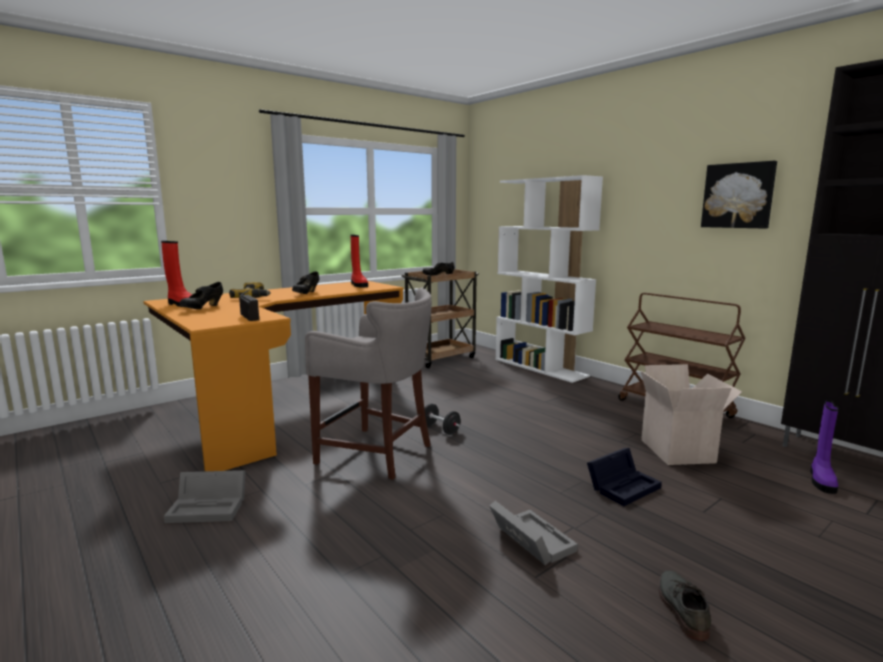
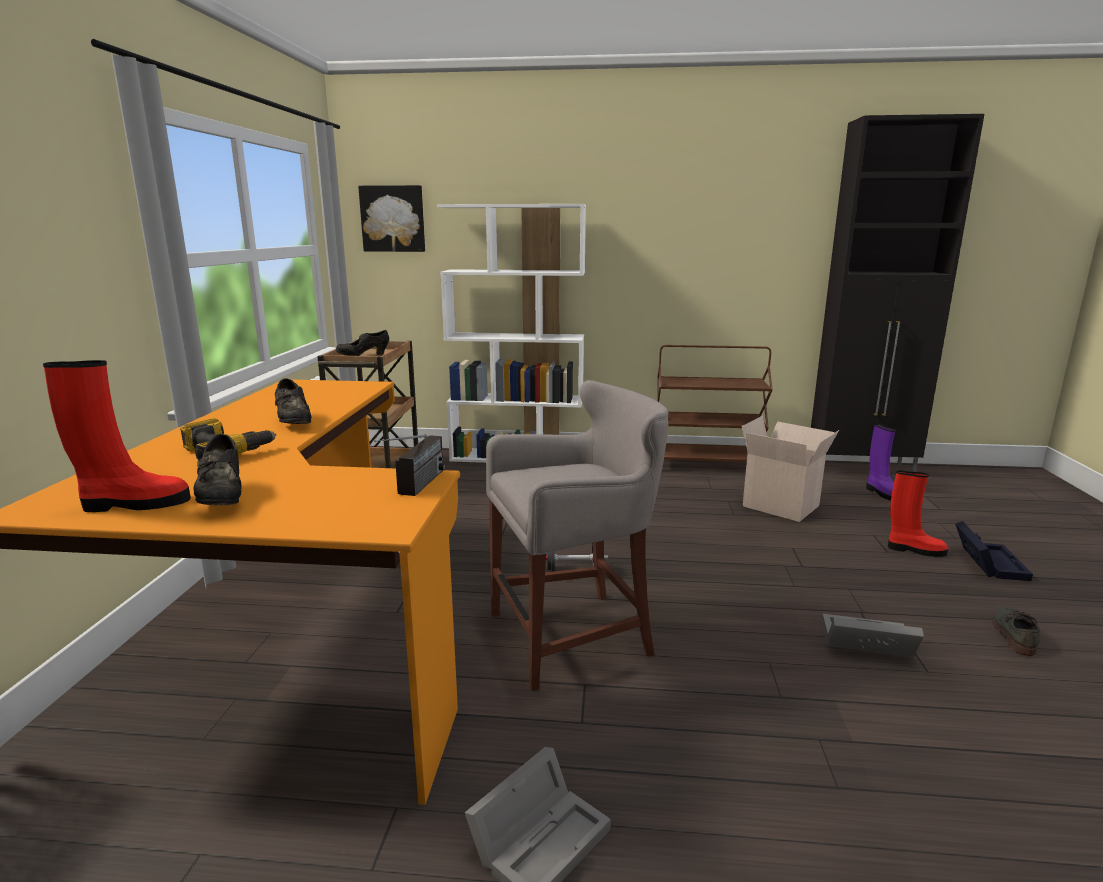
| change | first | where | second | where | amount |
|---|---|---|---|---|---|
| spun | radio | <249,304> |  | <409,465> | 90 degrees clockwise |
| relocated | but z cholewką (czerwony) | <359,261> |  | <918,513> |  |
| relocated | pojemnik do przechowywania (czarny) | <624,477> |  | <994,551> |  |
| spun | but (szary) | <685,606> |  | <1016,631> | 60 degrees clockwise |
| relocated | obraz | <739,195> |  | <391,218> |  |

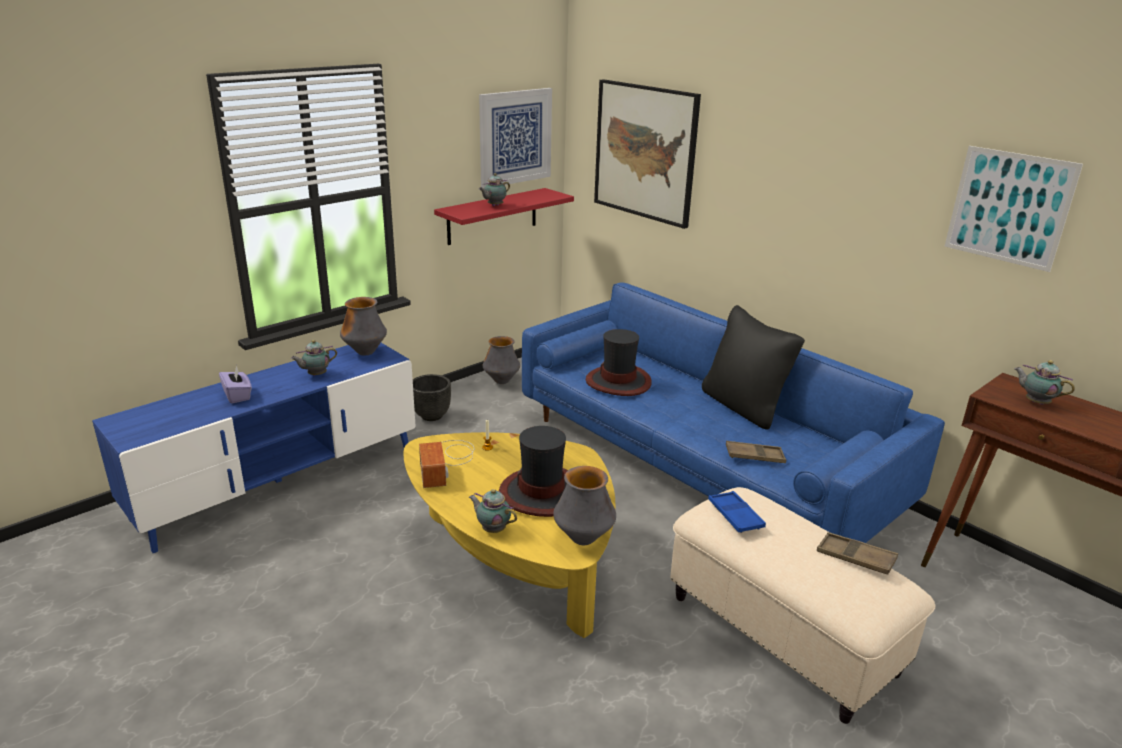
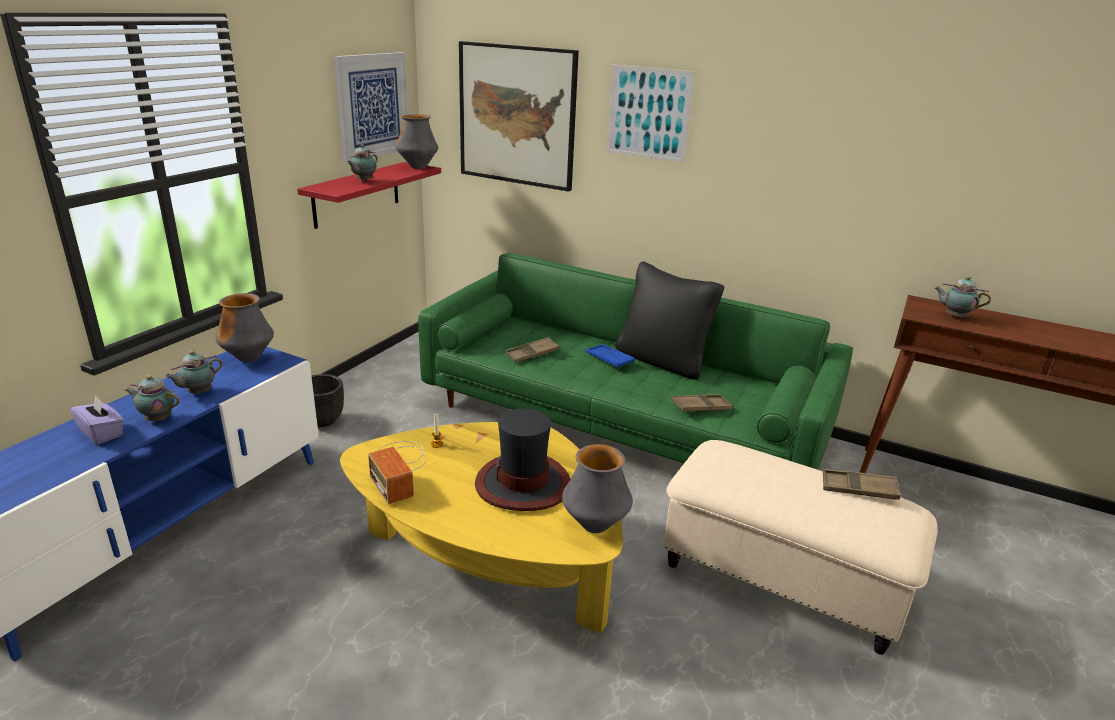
| change | first | where | second | where | amount |
|---|---|---|---|---|---|
| relocated | imbryk | <493,511> |  | <152,398> |  |
| relocated | wazon | <501,360> |  | <417,141> |  |
| colour | kanapa (niebieski) | <733,412> | kanapa (zielony) | <635,361> |  |
| exchanged | kapelusz | <619,362> | taca (brązowy) | <532,350> |  |
| relocated | taca (niebieski) | <737,512> |  | <610,356> |  |
| relocated | obraz | <1014,209> |  | <651,114> |  |

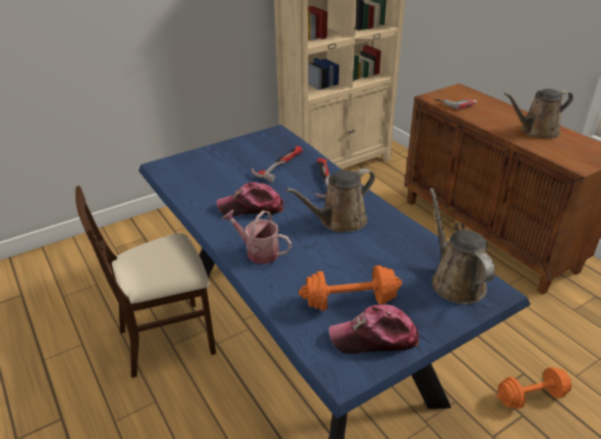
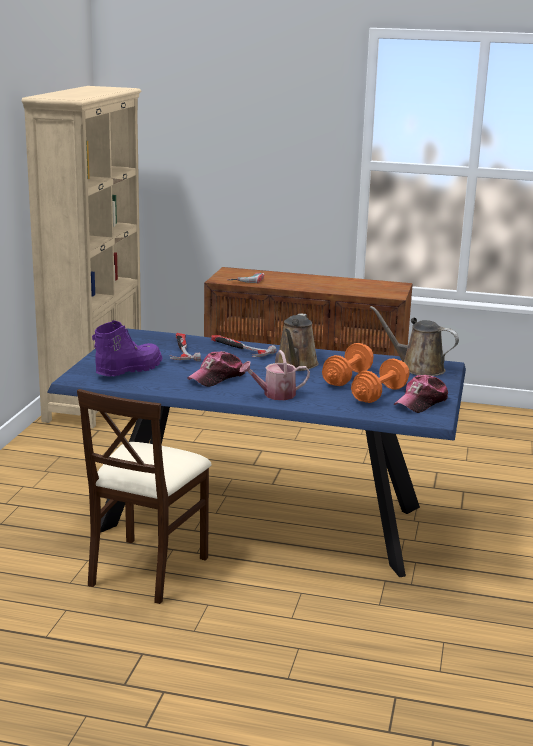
| change | first | where | second | where | amount |
|---|---|---|---|---|---|
| relocated | hantel (pomarańczowy) | <534,388> |  | <348,364> |  |
| missing | konewka (brązowy) | <538,113> |  |  |  |
| appeared |  |  | but z cholewką (fioletowy) | <127,348> |  |

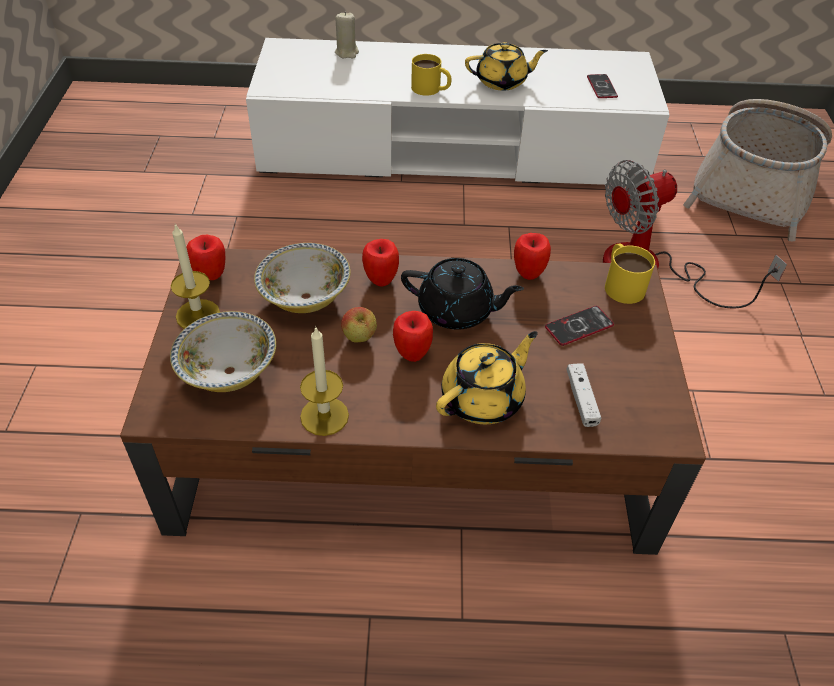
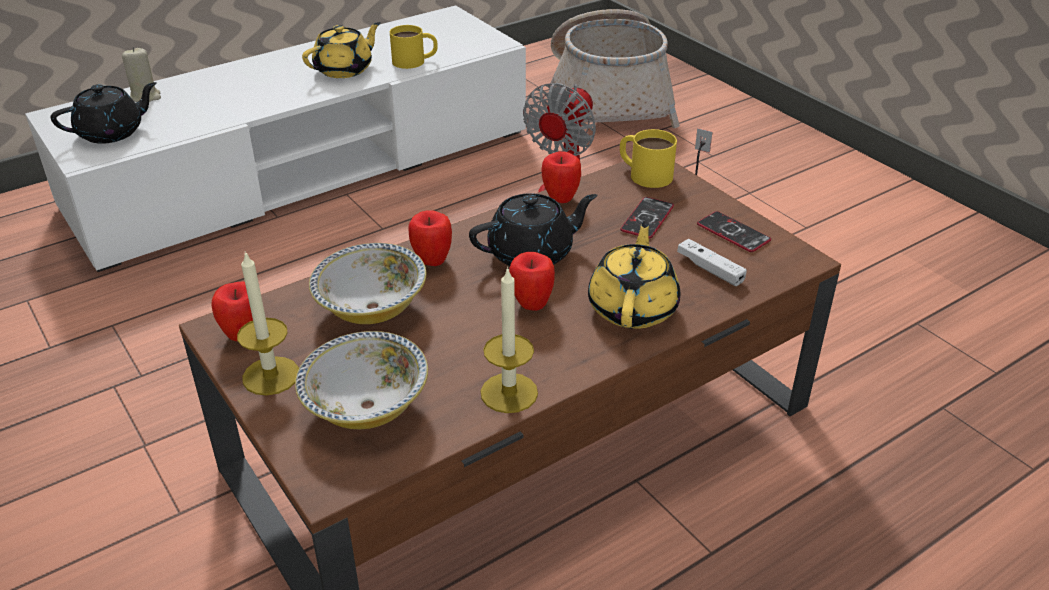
| change | first | where | second | where | amount |
|---|---|---|---|---|---|
| missing | jabłko | <359,325> |  |  |  |
| relocated | kubek (żółty) | <431,75> |  | <414,47> |  |
| relocated | telefon | <602,86> |  | <734,231> |  |
| appeared |  |  | imbryk (czarny) | <104,113> |  |

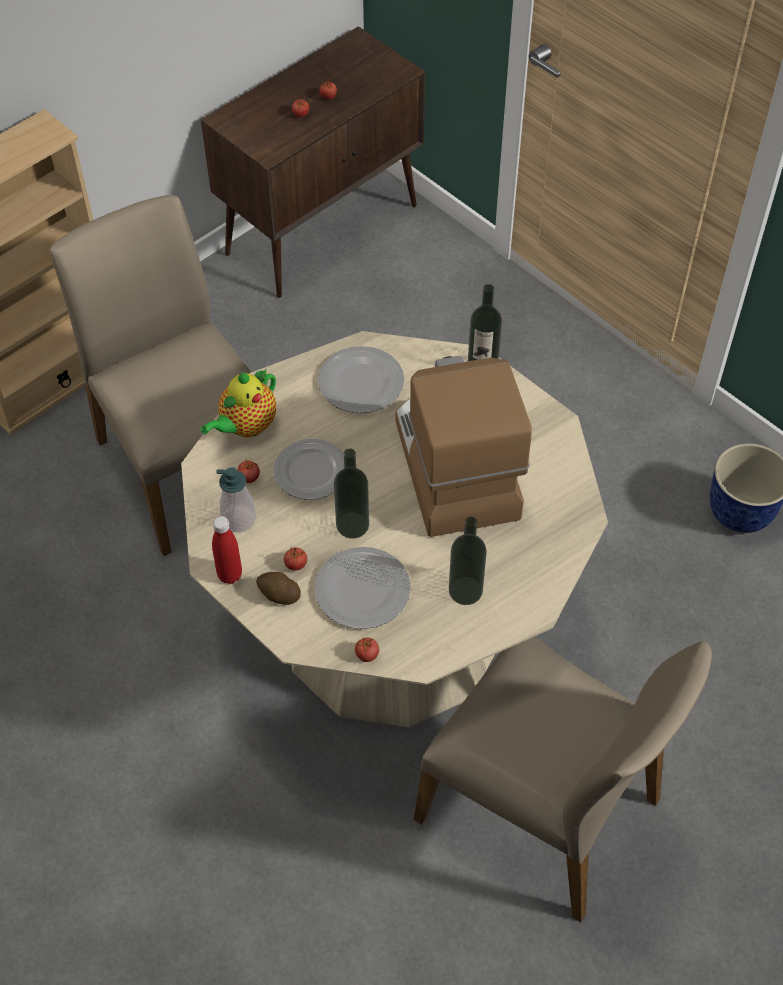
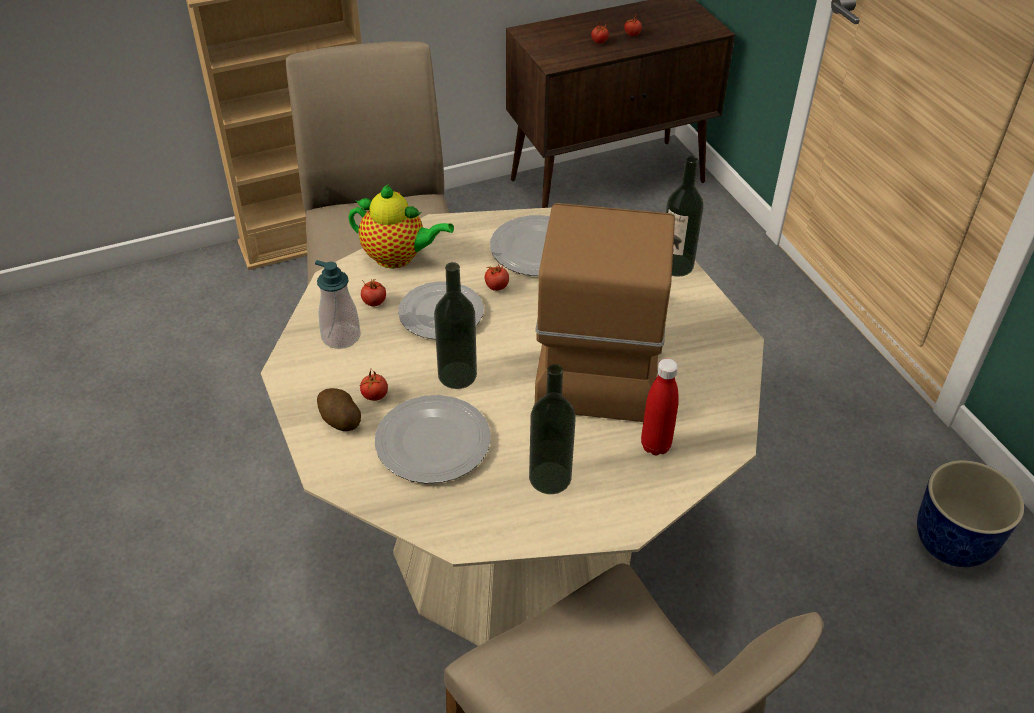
| change | first | where | second | where | amount |
|---|---|---|---|---|---|
| spun | imbryk | <238,403> |  | <401,226> | 135 degrees counterclockwise |
| relocated | butelka (czerwony) | <227,550> |  | <660,406> |  |
| relocated | pomidor | <367,650> |  | <497,277> |  |

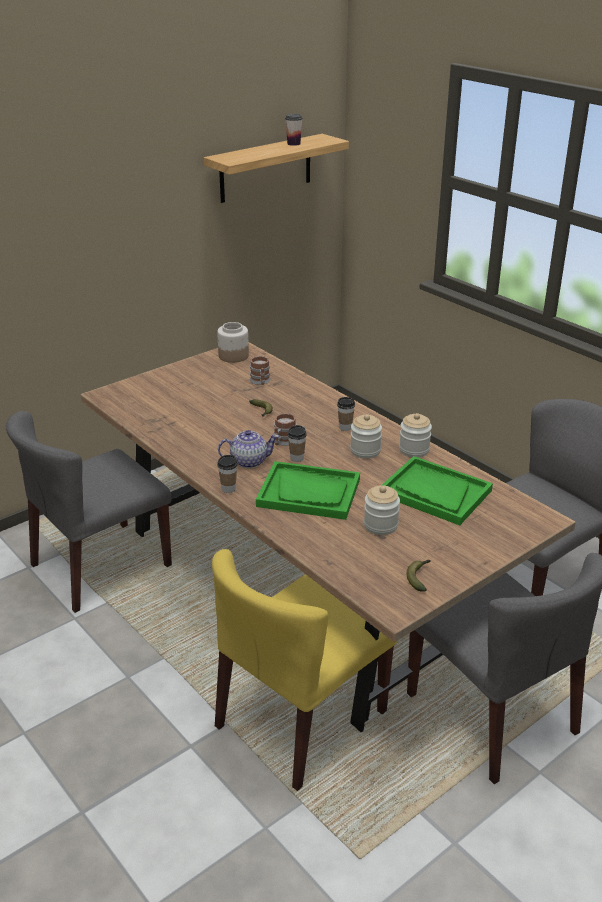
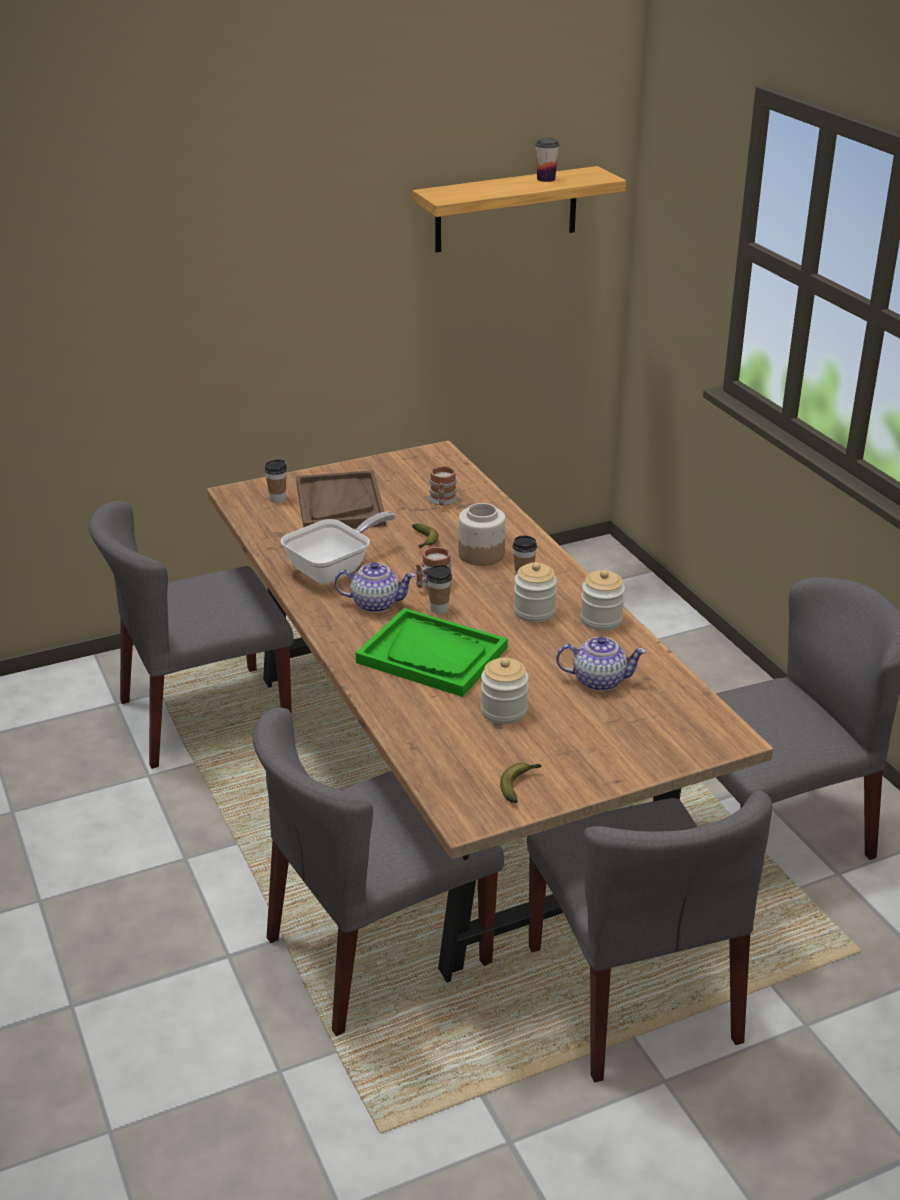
| change | first | where | second | where | amount |
|---|---|---|---|---|---|
| colour | krzesło (żółty) | <305,670> | krzesło (szary) | <378,871> |  |
| relocated | słoik | <233,342> |  | <482,534> |  |
| relocated | filiżanka | <227,474> |  | <275,481> |  |
| exchanged | taca (zielony) | <437,490> | imbryk | <601,663> |  |
| appeared |  |  | patelnia | <338,547> |  |
| appeared |  |  | taca (brązowy) | <341,499> |  |

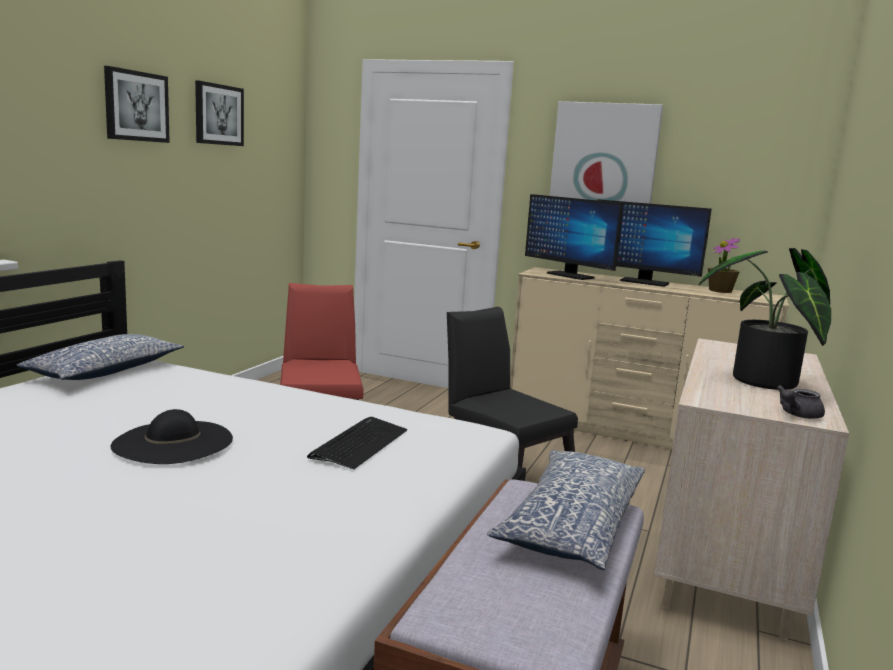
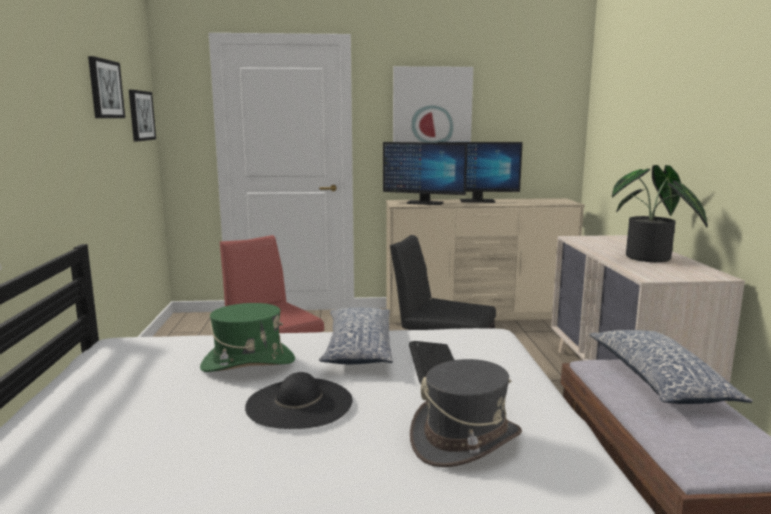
| change | first | where | second | where | amount |
|---|---|---|---|---|---|
| relocated | poduszka | <100,357> |  | <356,335> |  |
| relocated | obraz | <137,104> |  | <142,115> |  |
| missing | roślina doniczkowa | <724,265> |  |  |  |
| missing | imbryk (szary) | <800,402> |  |  |  |
| appeared |  |  | kapelusz (zielony) | <247,337> |  |
| appeared |  |  | kapelusz (szary) | <466,413> |  |

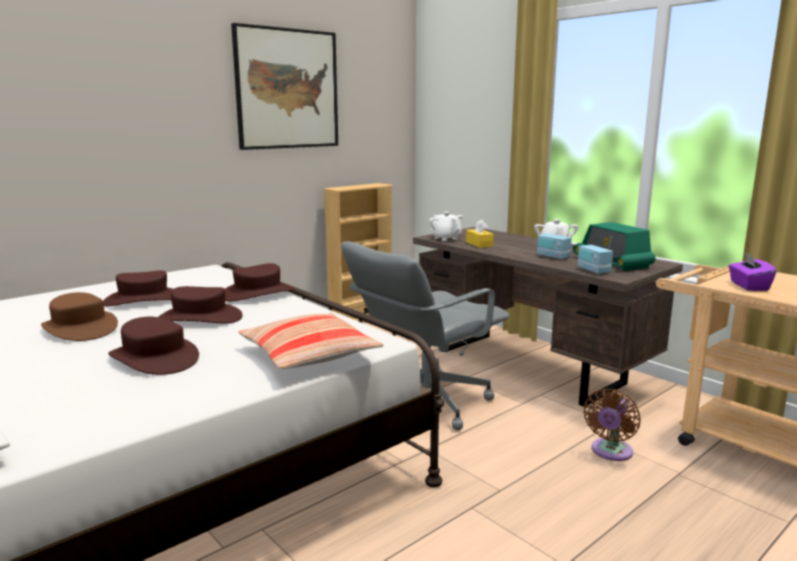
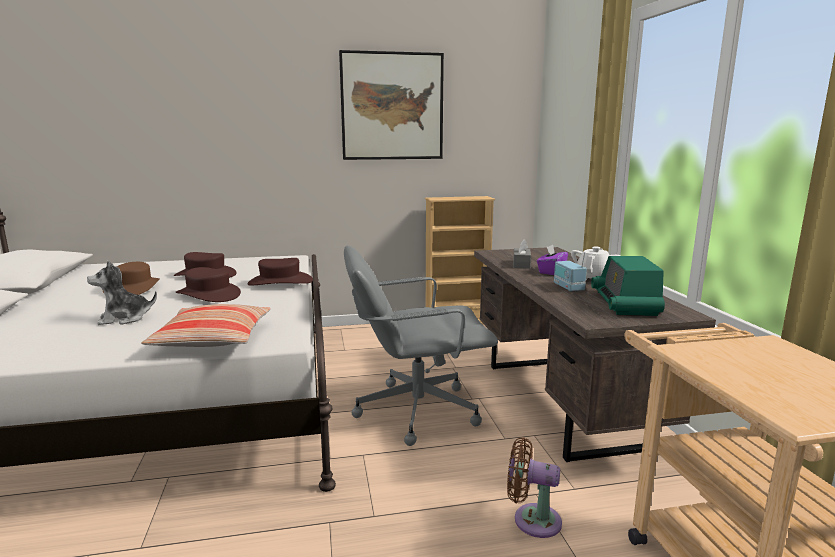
| change | first | where | second | where | amount |
|---|---|---|---|---|---|
| exchanged | kapelusz (brązowy) | <153,346> | pluszak | <122,292> |  |
| missing | imbryk (biały) | <446,226> |  |  |  |
| colour | pudełko chusteczek (żółty) | <480,233> | pudełko chusteczek (szary) | <522,254> |  |
| missing | radio | <595,255> |  |  |  |
| spun | wentylator (brązowy) | <612,424> |  | <534,487> | 45 degrees clockwise |
| relocated | pudełko chusteczek (fioletowy) | <753,272> |  | <552,260> |  |

